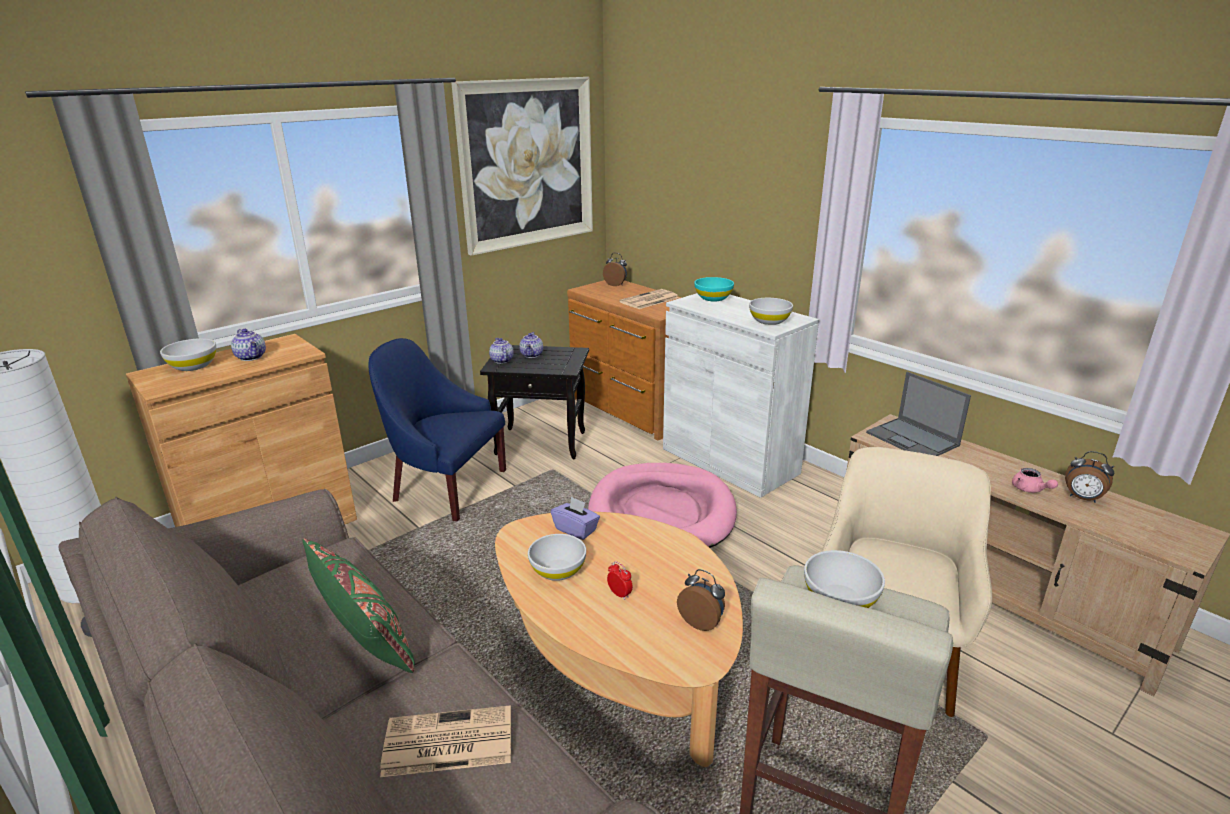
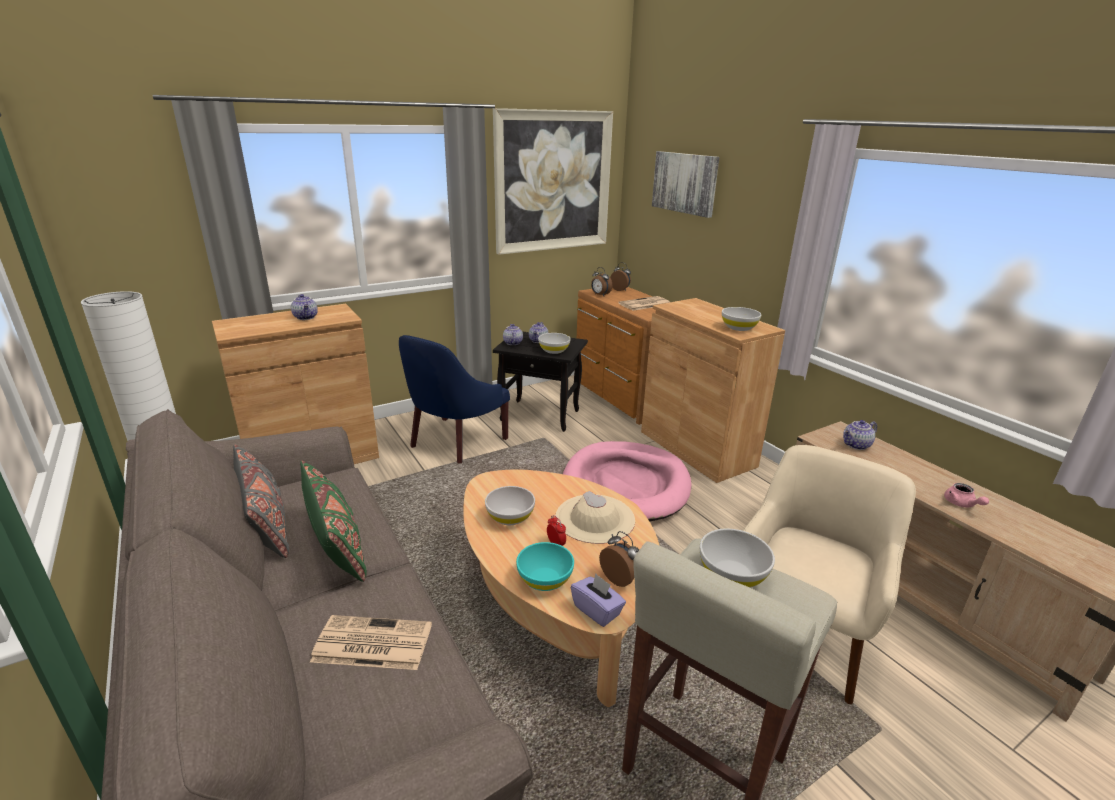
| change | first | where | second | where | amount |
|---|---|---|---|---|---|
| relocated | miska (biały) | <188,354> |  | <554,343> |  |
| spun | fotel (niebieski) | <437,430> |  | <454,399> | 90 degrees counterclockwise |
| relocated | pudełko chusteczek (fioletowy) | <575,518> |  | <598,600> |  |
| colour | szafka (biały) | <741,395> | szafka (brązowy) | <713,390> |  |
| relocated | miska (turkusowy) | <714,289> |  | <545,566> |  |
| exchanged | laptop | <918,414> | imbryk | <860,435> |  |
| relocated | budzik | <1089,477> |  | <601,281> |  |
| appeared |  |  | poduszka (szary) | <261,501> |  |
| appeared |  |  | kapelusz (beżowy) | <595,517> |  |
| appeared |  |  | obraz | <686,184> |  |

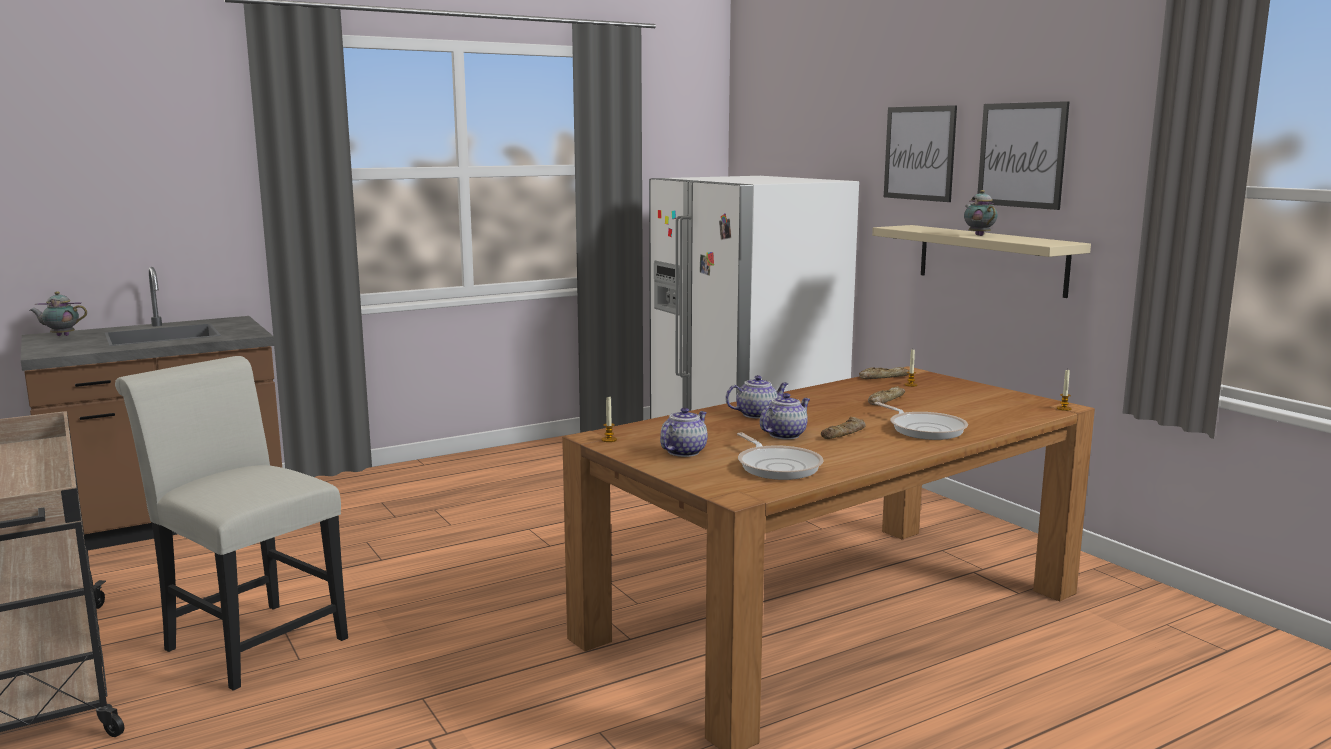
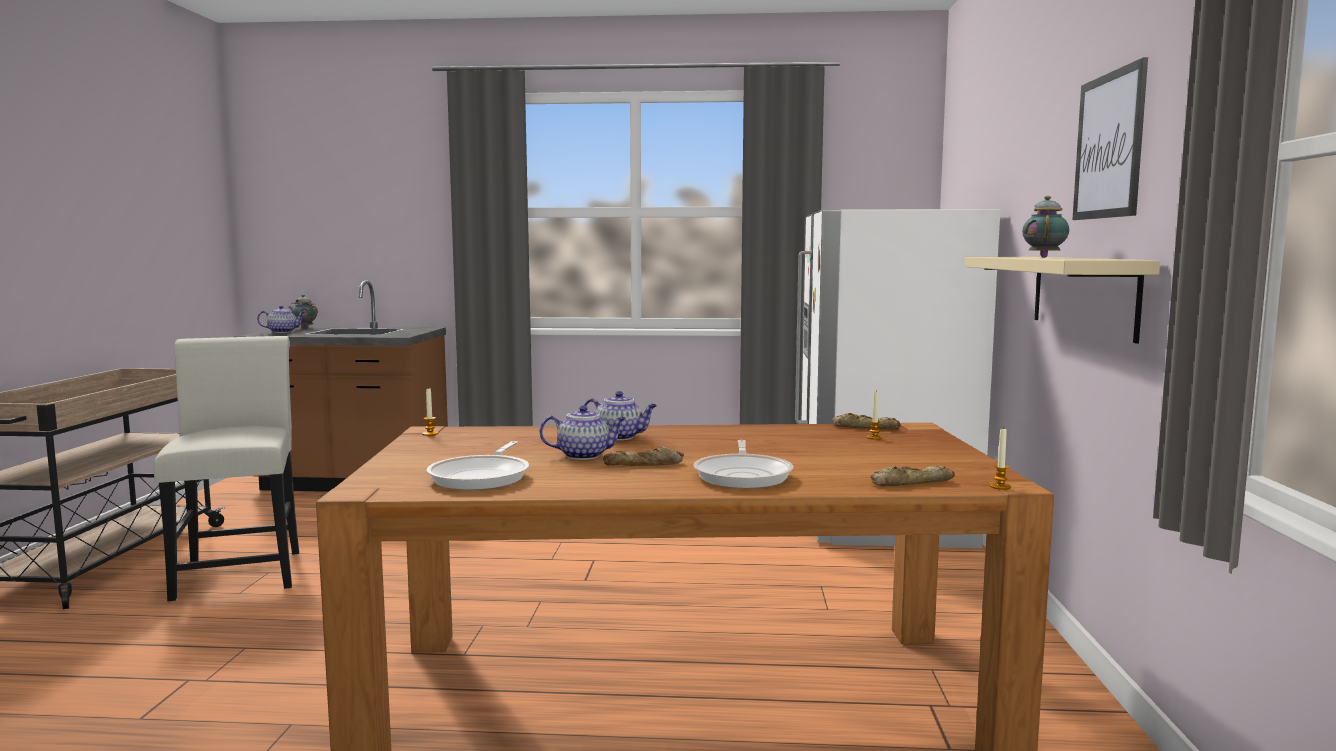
| change | first | where | second | where | amount |
|---|---|---|---|---|---|
| relocated | imbryk | <684,432> |  | <281,319> |  |
| relocated | chleb | <886,395> |  | <913,476> |  |
| missing | obraz | <920,153> |  |  |  |

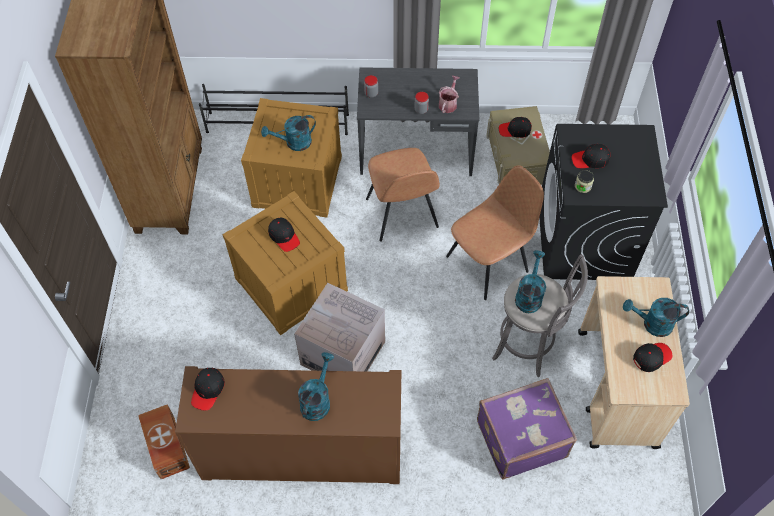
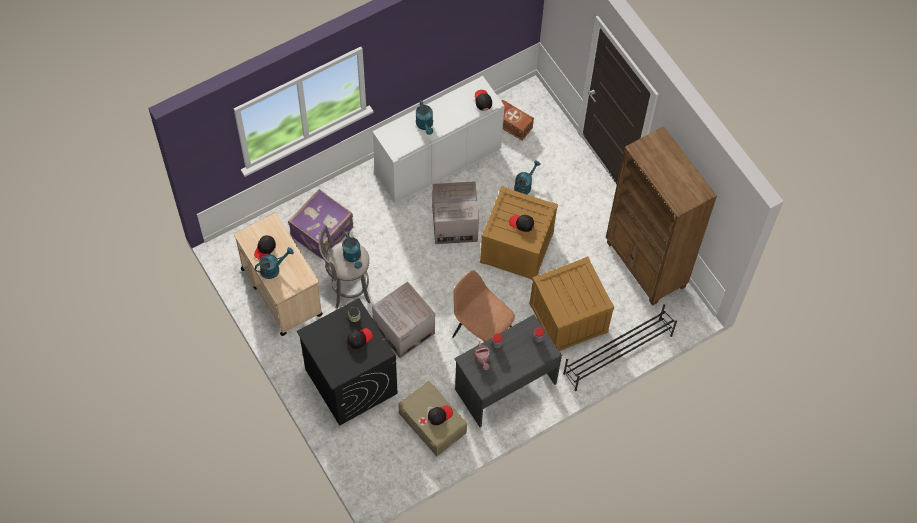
| change | first | where | second | where | amount |
|---|---|---|---|---|---|
| colour | szafka (brązowy) | <288,425> | szafka (biały) | <438,139> |  |
| relocated | konewka (turkusowy) | <288,133> |  | <527,177> |  |
| exchanged | krzesło (brązowy) | <495,232> | karton | <403,319> |  |

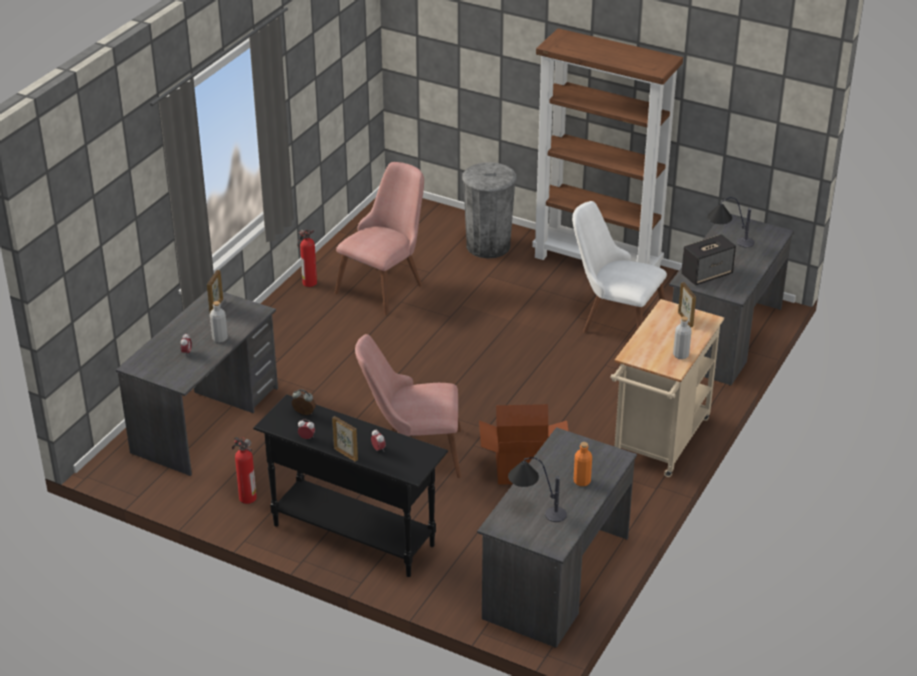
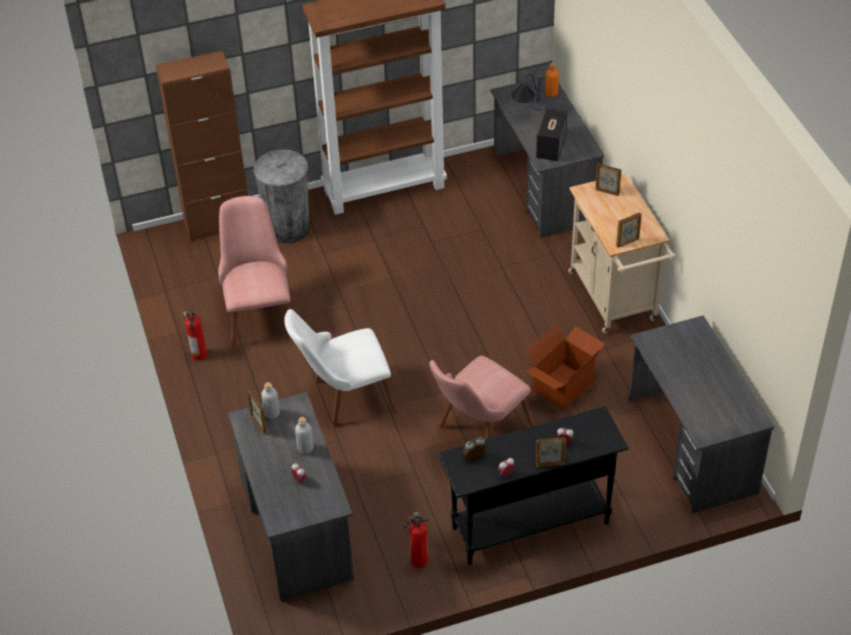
| change | first | where | second | where | amount |
|---|---|---|---|---|---|
| missing | lampa stołowa | <537,489> |  |  |  |
| relocated | krzesło (biały) | <619,267> |  | <340,368> |  |
| relocated | butelka (pomarańczowy) | <583,464> |  | <552,80> |  |
| relocated | butelka (szary) | <682,337> |  | <270,400> |  |
| appeared |  |  | szafka (brązowy) | <202,145> |  |
| appeared |  |  | ramka na zdjęcie | <629,230> |  |

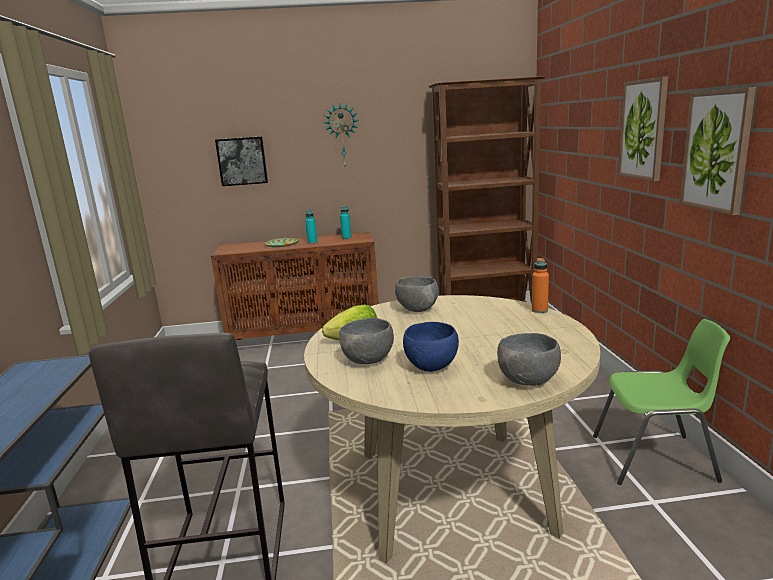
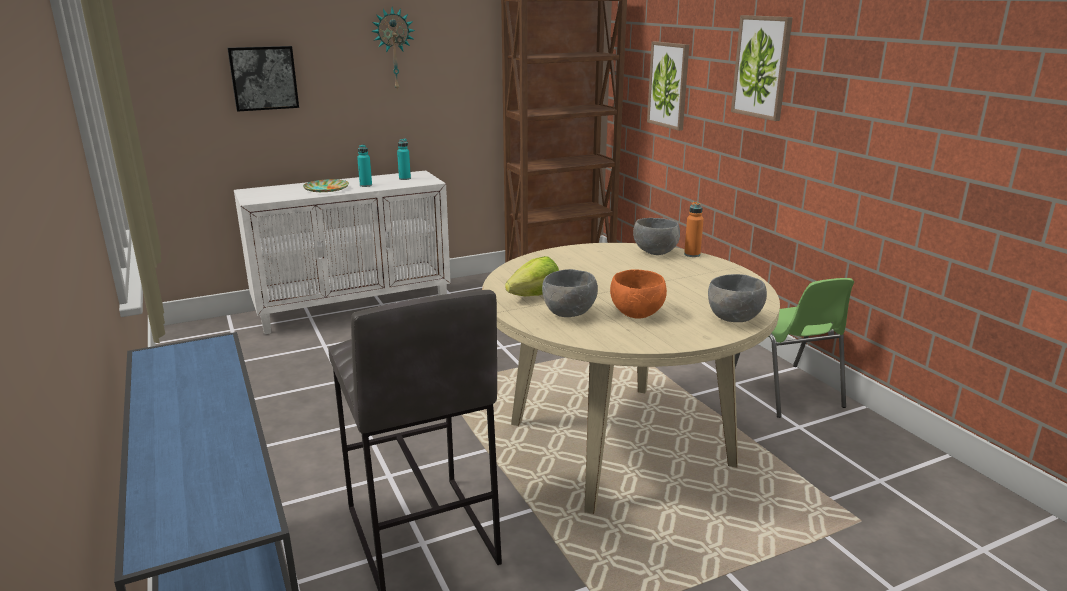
| change | first | where | second | where | amount |
|---|---|---|---|---|---|
| colour | szafka (brązowy) | <295,286> | szafka (biały) | <342,252> |  |
| relocated | miska (szary) | <416,294> |  | <656,236> |  |
| colour | miska (niebieski) | <431,347> | miska (pomarańczowy) | <638,294> |  |
| spun | krzesło (zielony) | <661,402> |  | <794,348> | 90 degrees clockwise |
| relocated | obraz | <718,151> |  | <668,86> |  |

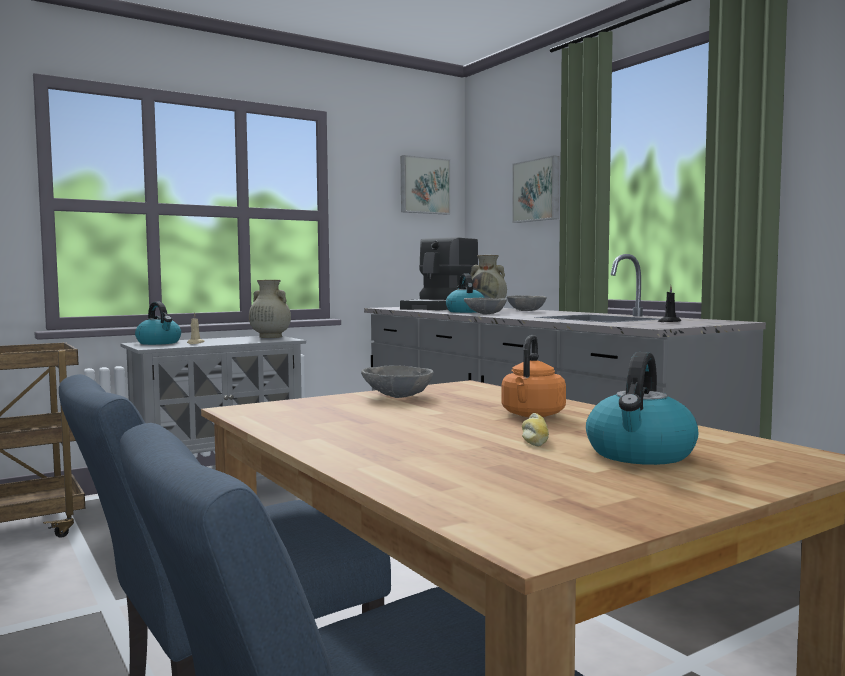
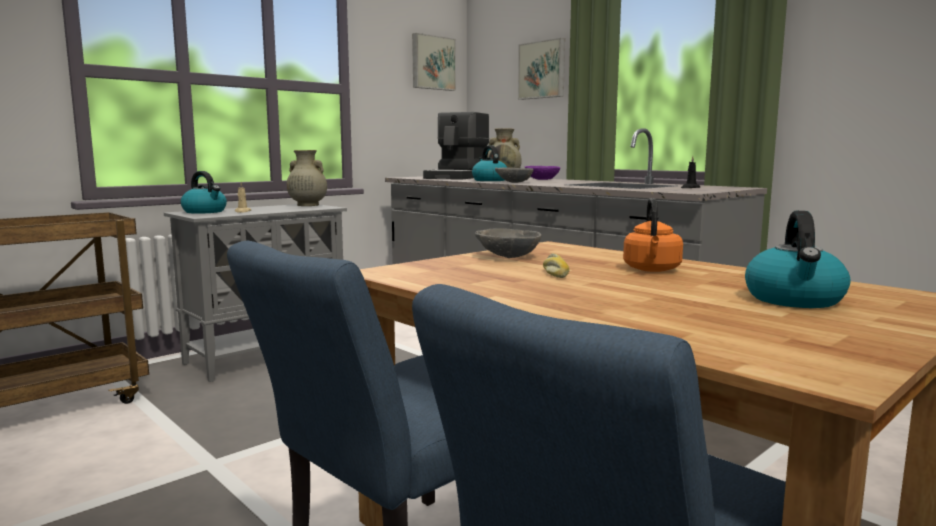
| change | first | where | second | where | amount |
|---|---|---|---|---|---|
| colour | miska (szary) | <527,303> | miska (fioletowy) | <542,173> |  |
| relocated | chleb | <535,430> |  | <556,265> |  |

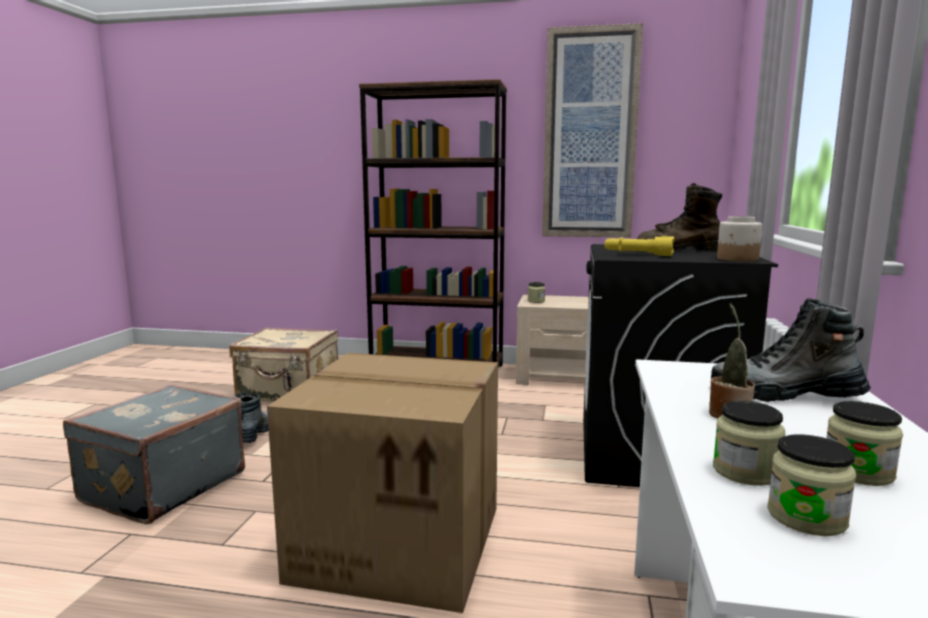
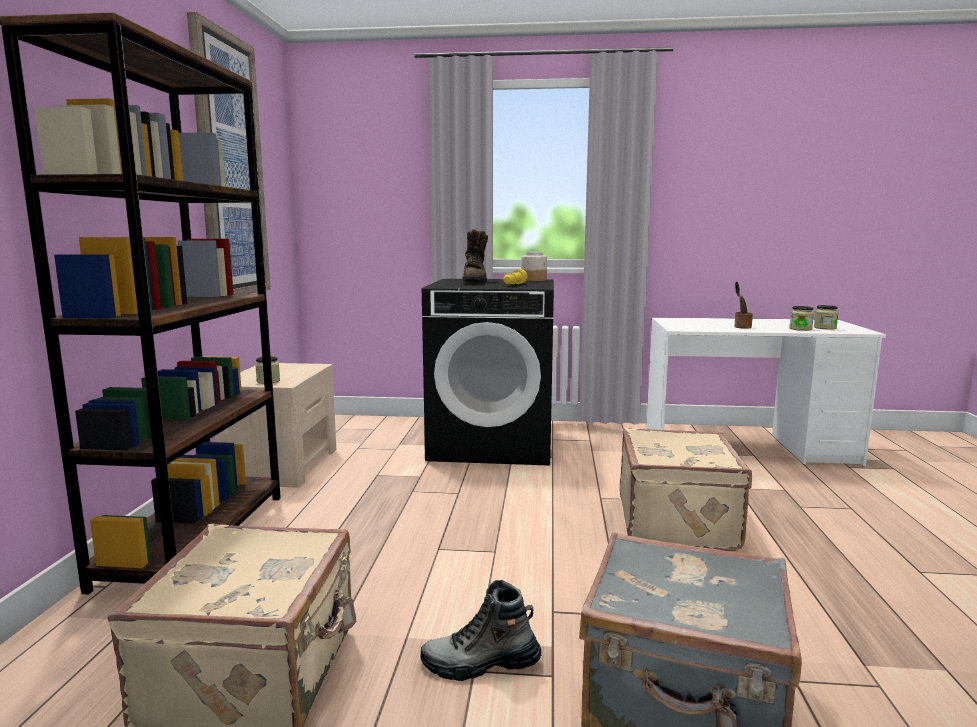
| change | first | where | second | where | amount |
|---|---|---|---|---|---|
| exchanged | karton | <382,483> | walizka (beżowy) | <686,489> |  |
| missing | but z cholewką | <791,350> |  |  |  |
| missing | słoik | <864,443> |  |  |  |

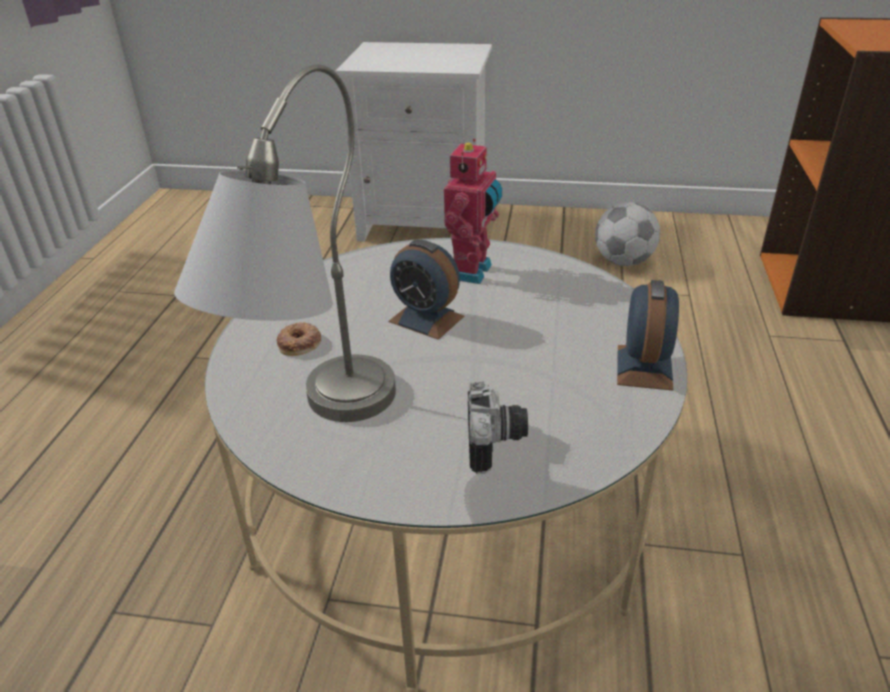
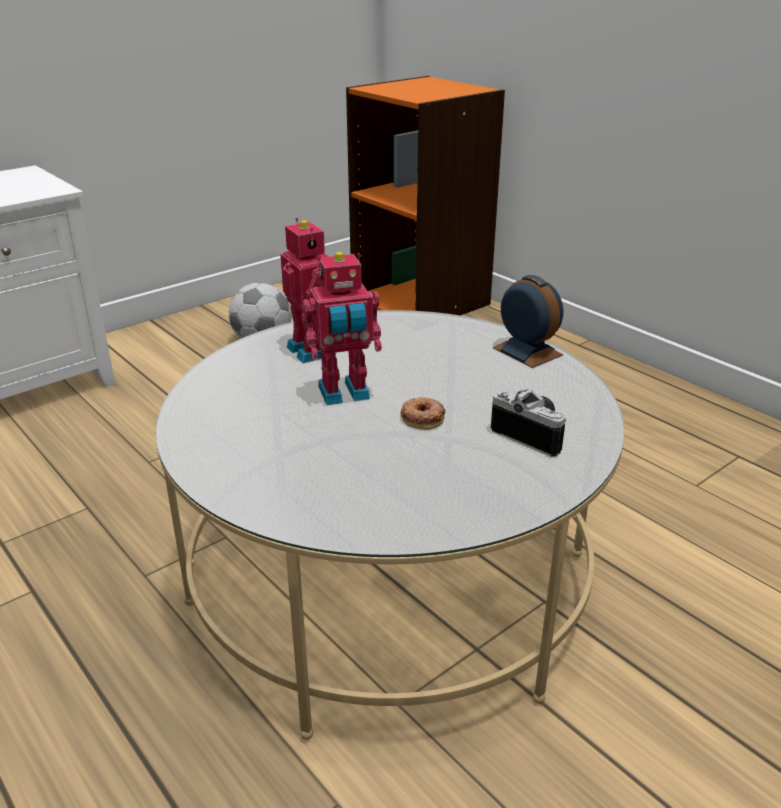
| change | first | where | second | where | amount |
|---|---|---|---|---|---|
| missing | lampa stołowa (szary) | <285,243> |  |  |  |
| relocated | donut | <299,339> |  | <423,413> |  |
| exchanged | budzik | <426,289> | robot zabawkowy | <342,328> |  |

